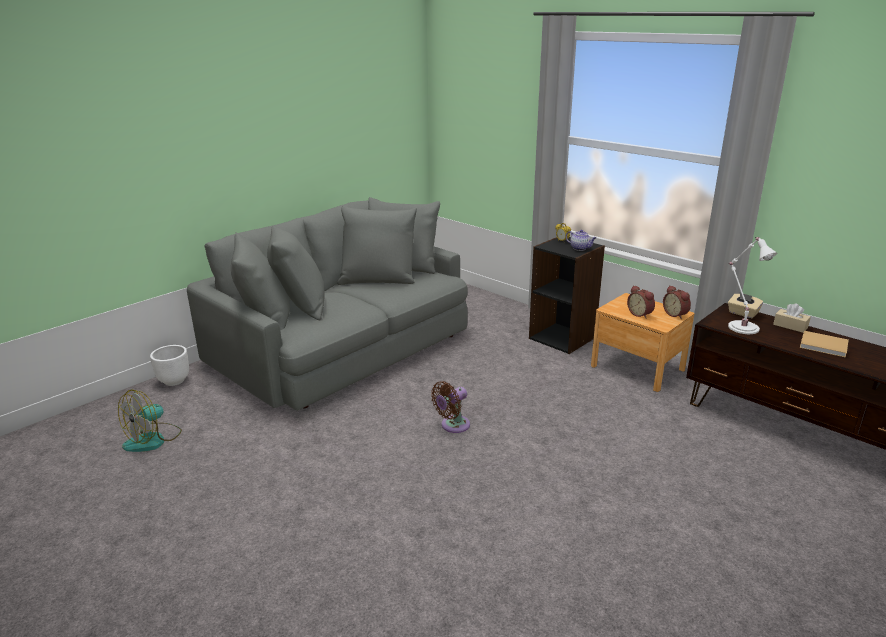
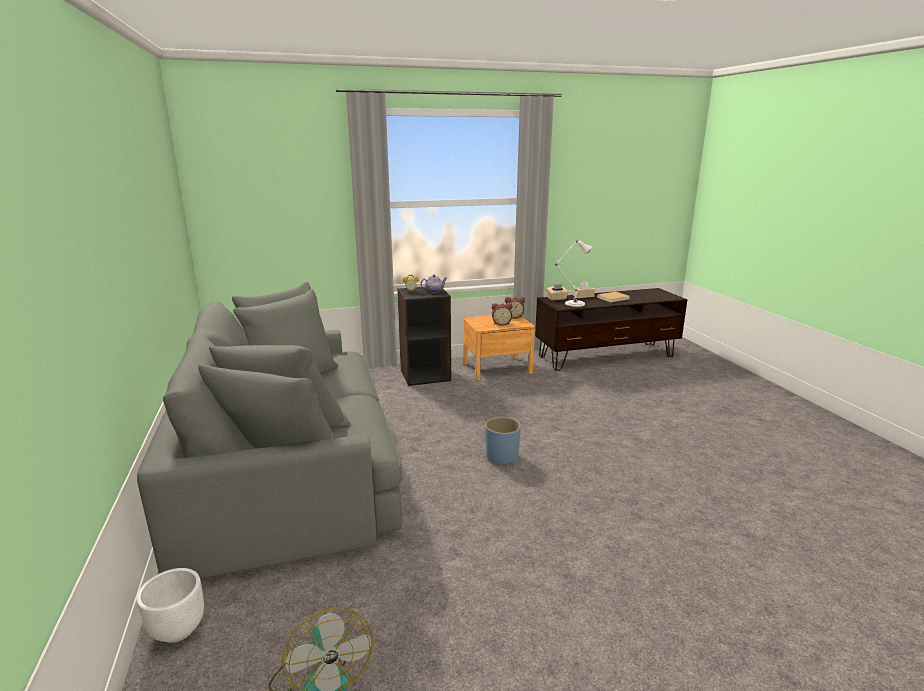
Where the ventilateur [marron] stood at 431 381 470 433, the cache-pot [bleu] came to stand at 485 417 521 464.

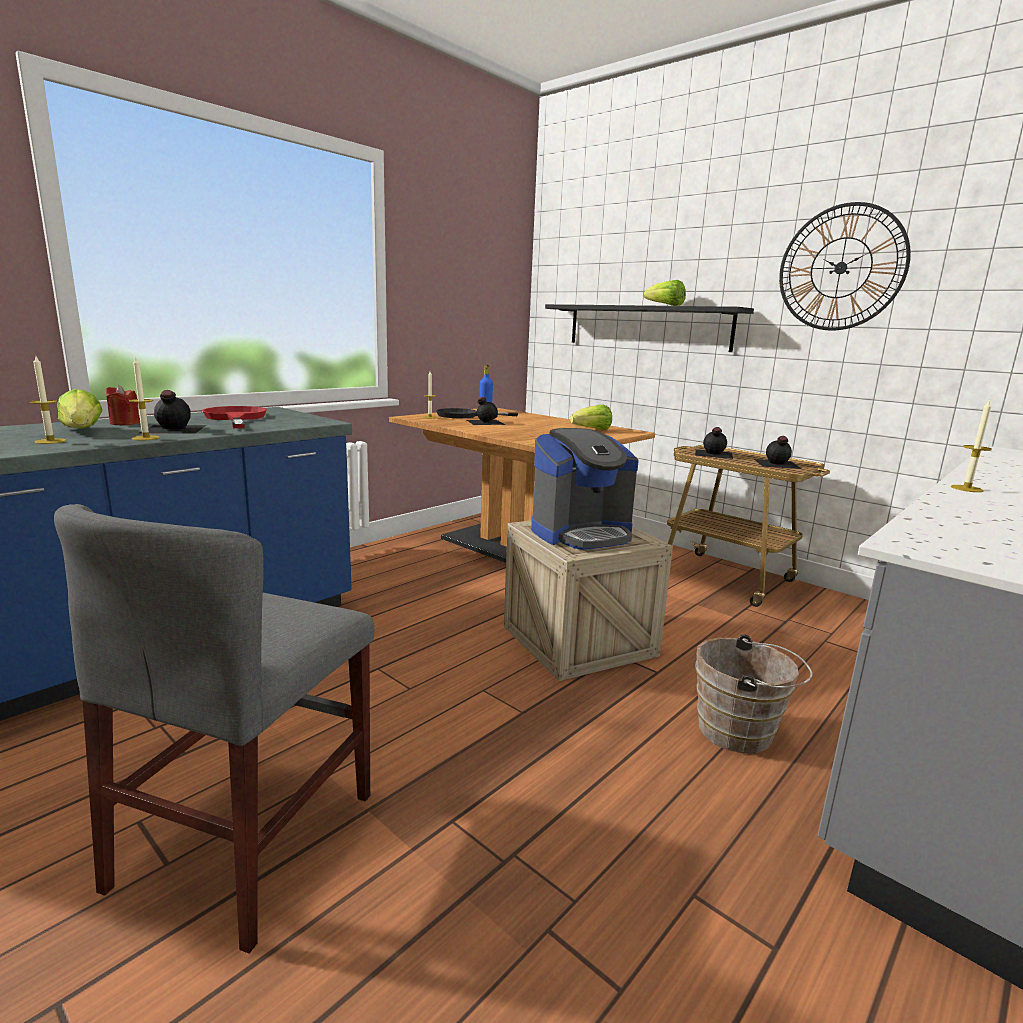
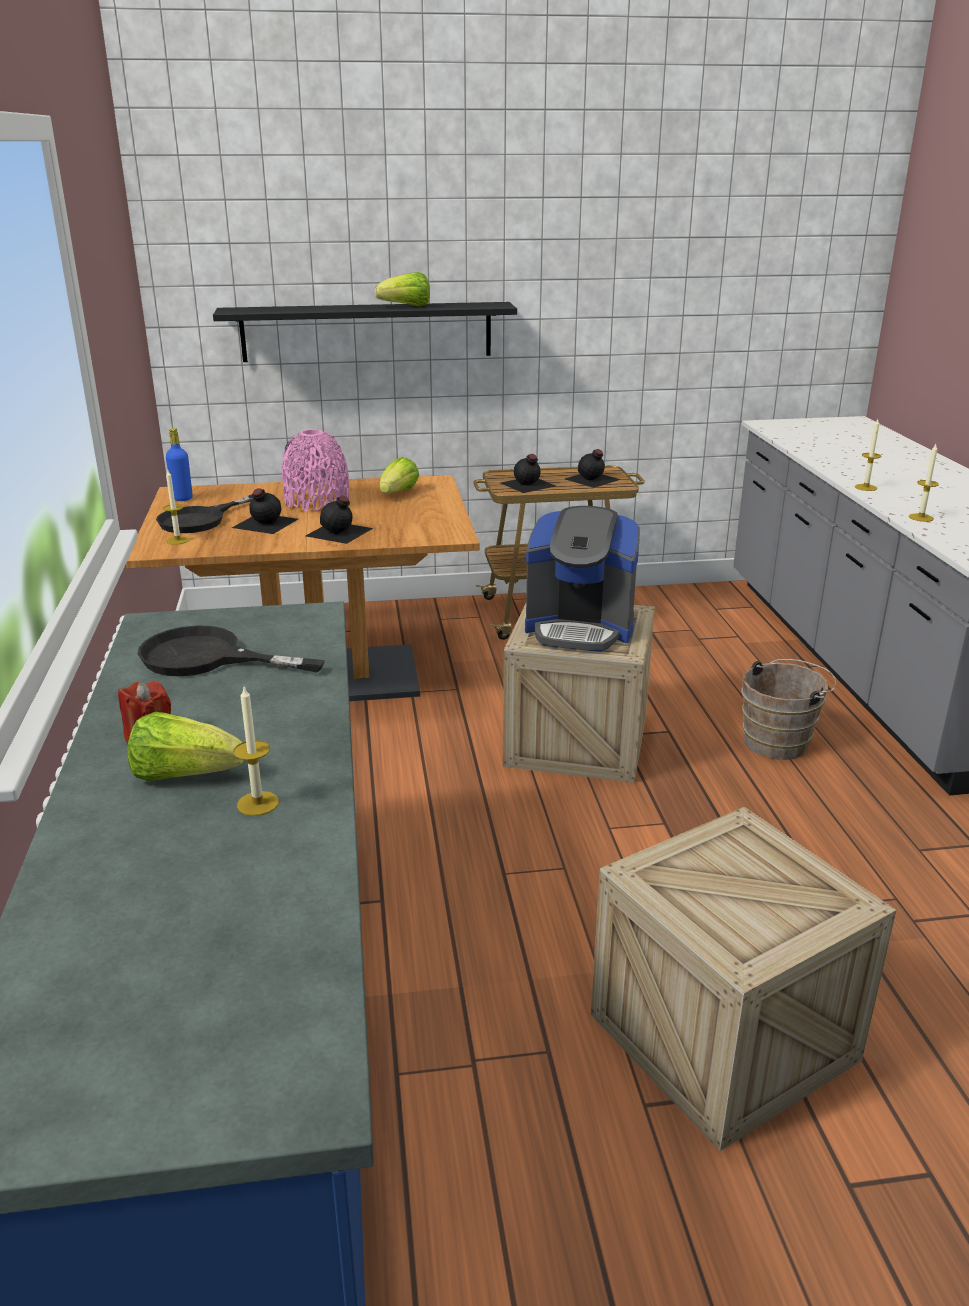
The second view lost the horloge murale at 779 202 911 331. The second view gained the vase [rose] at 282 429 349 511. The bougie ended up elsewhere, having gone from 129 356 160 441 to 909 444 939 522. The bouteille [noir] ended up elsewhere, having gone from 138 390 206 434 to 306 496 373 544. Where the chaise [gris] stood at 54 504 374 954, the caisse came to stand at 591 807 897 1151. What was the poêle [rouge] at 202 406 267 428 turned into the poêle [noir] at 138 625 325 676. The machine à café at 531 428 639 550 ended up facing another way, 90 degrees clockwise from before.

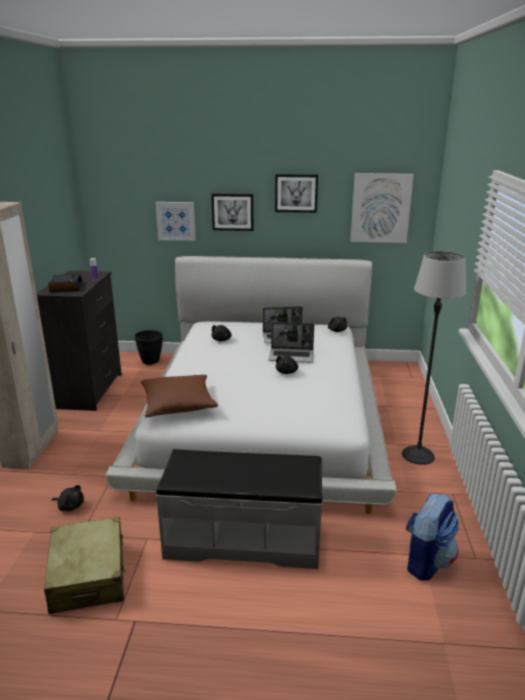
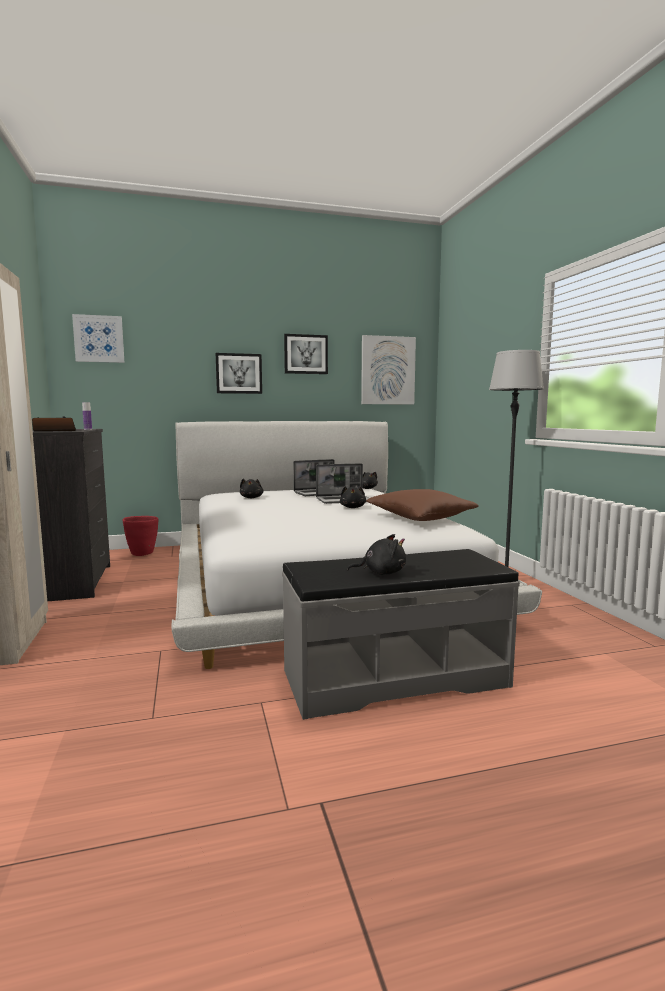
The second view lost the valise [beige] at 44 517 126 614. The second view lost the sac à dos at 406 494 459 581. The peluche [noir] ended up elsewhere, having gone from 52 485 84 511 to 347 534 406 575. The coussin [marron] ended up elsewhere, having gone from 141 375 218 417 to 366 489 478 521. The tableau ended up elsewhere, having gone from 155 202 196 241 to 72 314 125 363. What was the cache-pot [noir] at 135 330 163 365 turned into the cache-pot [rouge] at 123 516 159 556.

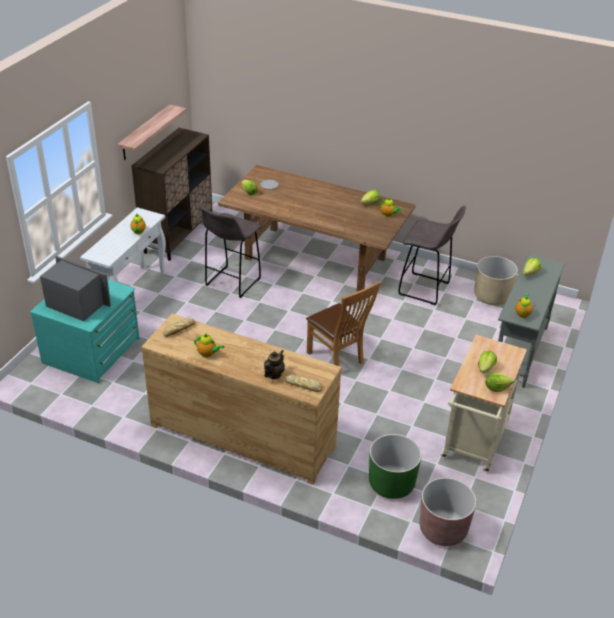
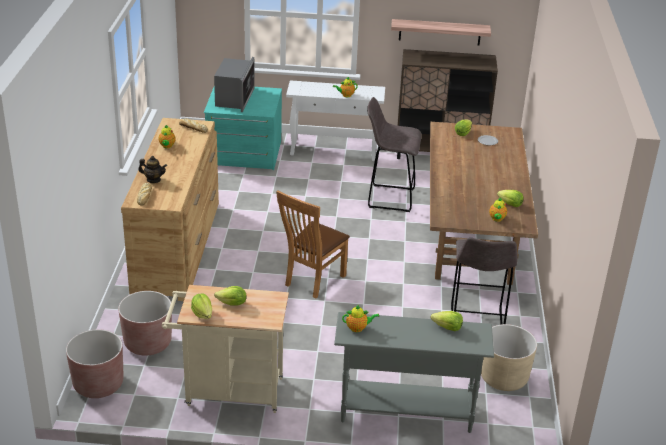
What was the cache-pot [vert] at 369 434 422 499 turned into the cache-pot [marron] at 118 291 172 356.

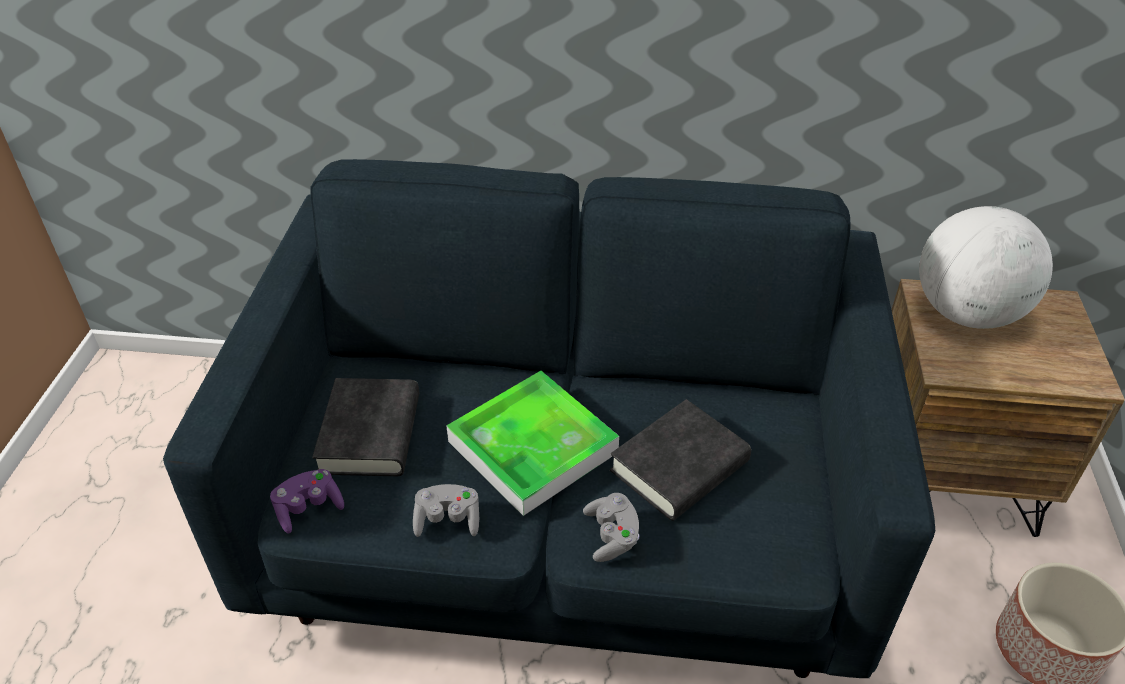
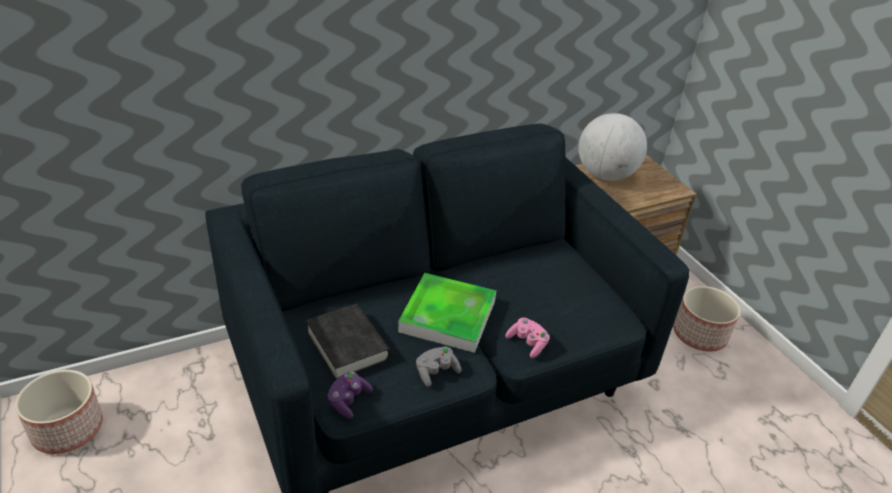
The second view lost the livre [noir] at 610 399 751 521. The second view gained the cache-pot at 15 370 103 454. What was the manette [gris] at 583 493 639 562 turned into the manette [rose] at 505 318 550 358.

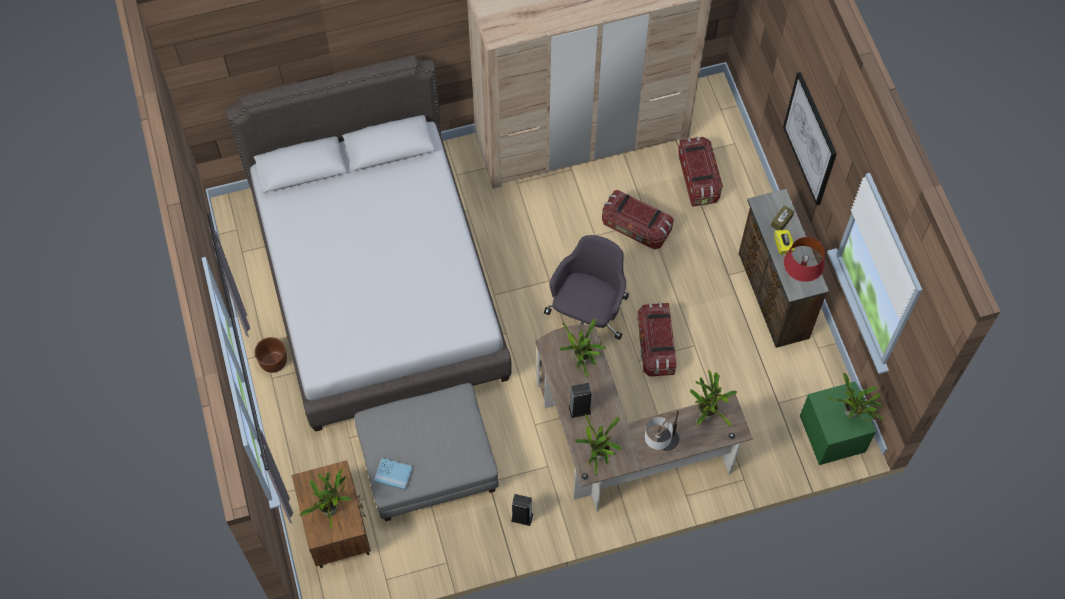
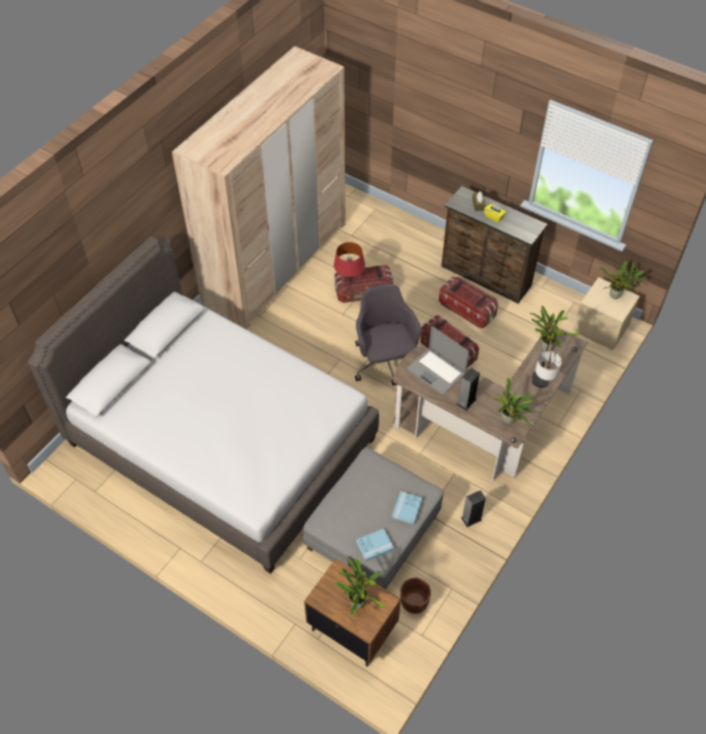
The second view lost the tableau at 783 72 837 206. The second view gained the livre [bleu] at 392 491 422 525. The cache-pot [marron] ended up elsewhere, having gone from 255 337 287 373 to 400 578 431 614. The boîte de rangement ended up elsewhere, having gone from 678 137 723 207 to 439 277 498 329. The lampe de table [rouge] ended up elsewhere, having gone from 784 237 825 282 to 334 242 365 279. Where the plante en pot stood at 559 319 605 378, the ordinateur portable came to stand at 407 326 469 395. What was the table de chevet [vert] at 800 381 876 465 turned into the table de chevet [beige] at 573 277 640 351.

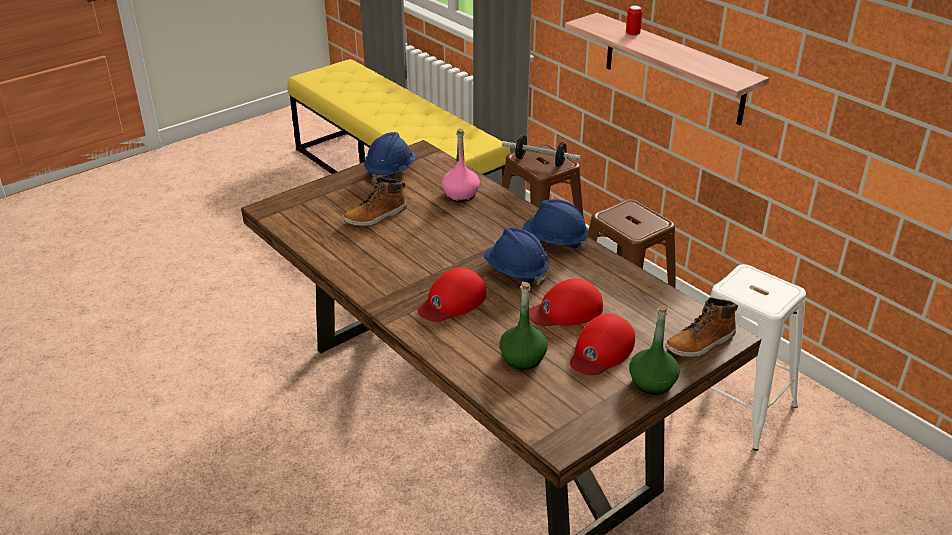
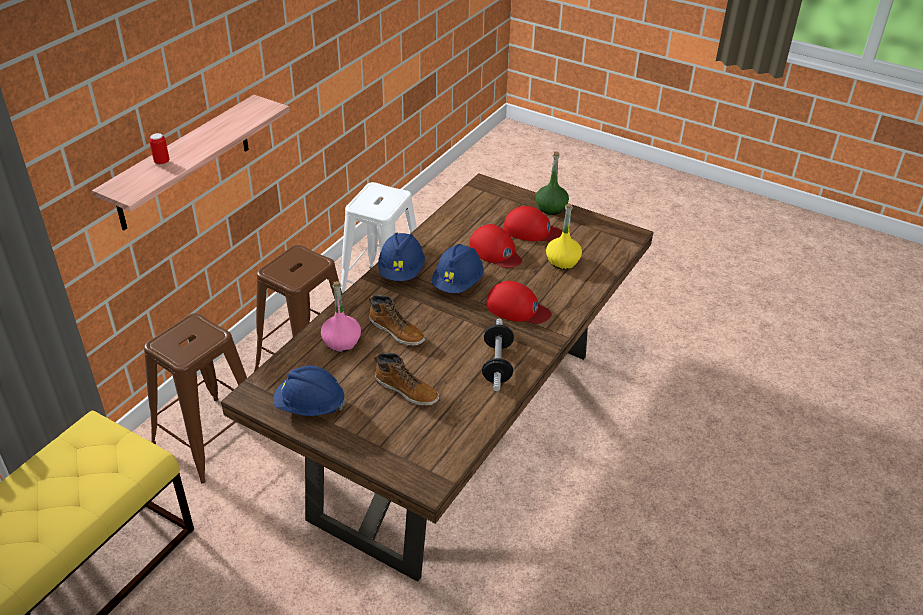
The haltère ended up elsewhere, having gone from 502 135 581 167 to 482 319 514 391. The botte ended up elsewhere, having gone from 665 297 738 357 to 369 295 425 346. What was the bouteille [vert] at 499 282 548 370 turned into the bouteille [jaune] at 546 204 582 270.

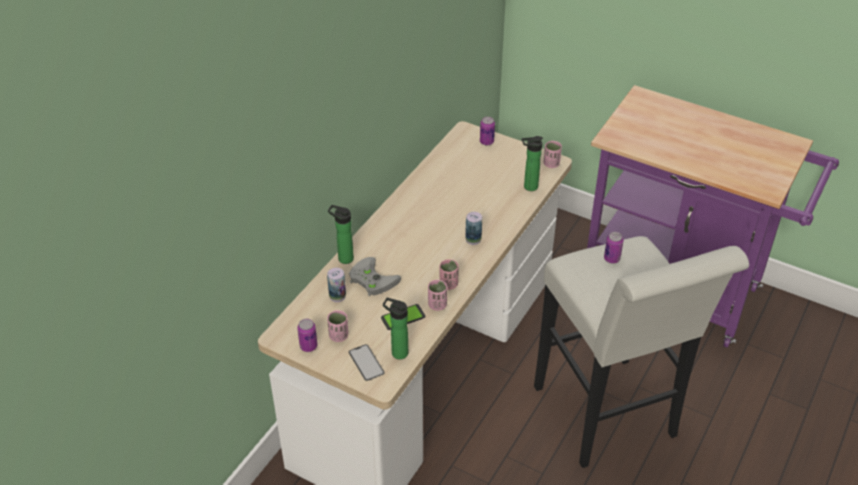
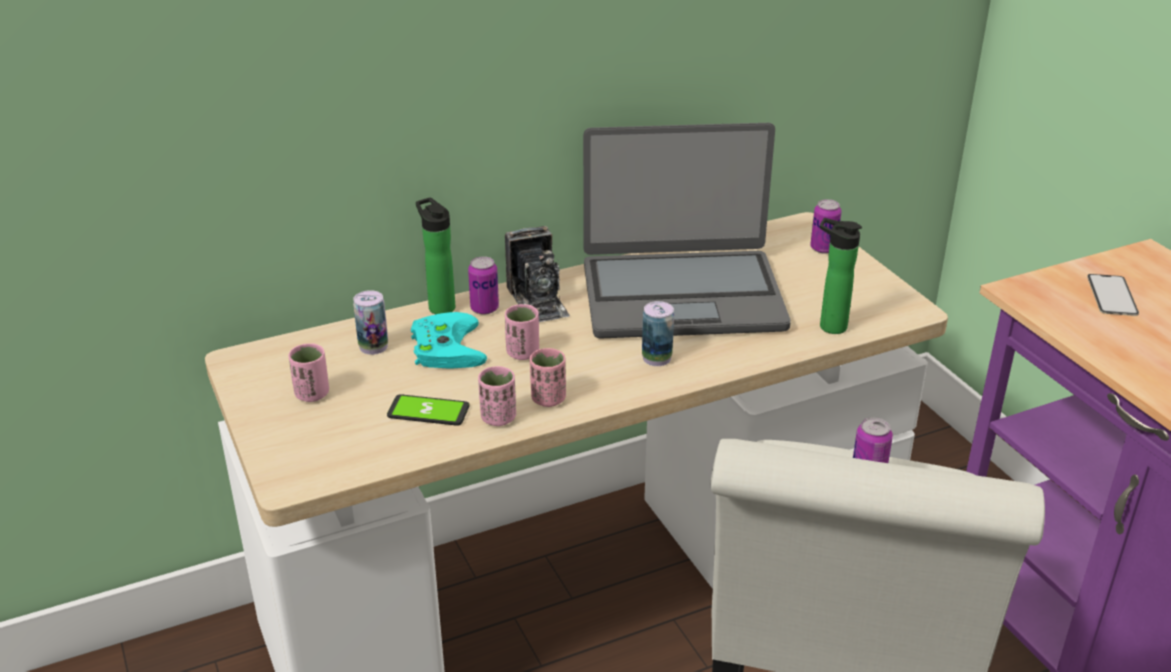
The second view lost the bouteille at 383 298 408 360. The second view gained the appareil photo at 505 226 570 322. The second view gained the ordinateur portable at 583 123 791 339. The boîte métallique ended up elsewhere, having gone from 297 319 317 352 to 468 256 499 315. The téléphone ended up elsewhere, having gone from 349 344 385 381 to 1087 274 1139 316. The tasse [rose] ended up elsewhere, having gone from 543 141 562 168 to 505 304 539 360. What was the manette [gris] at 349 257 401 296 turned into the manette [turquoise] at 411 312 487 369.

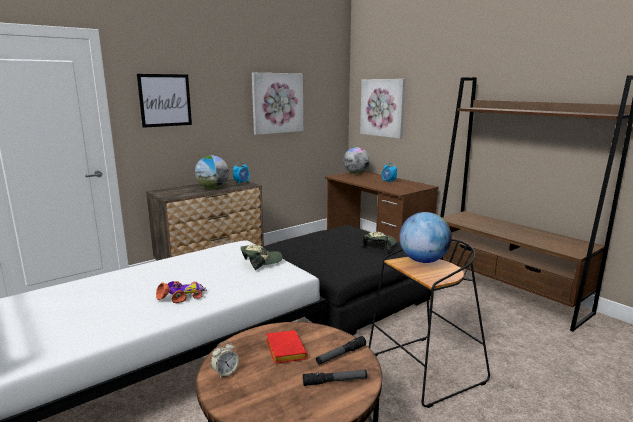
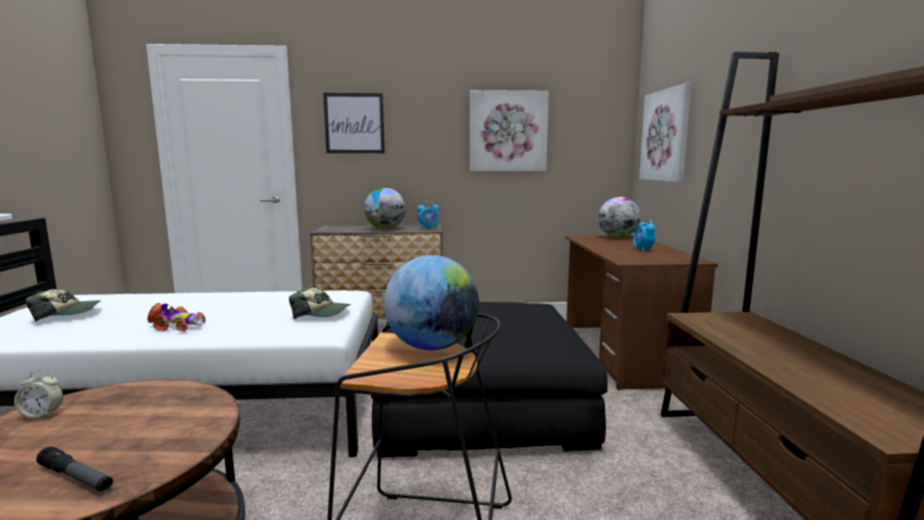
The second view lost the livre [rouge] at 266 330 308 364. The second view lost the lampe de poche at 316 336 366 365. The casquette ended up elsewhere, having gone from 362 232 396 252 to 25 289 100 322.

